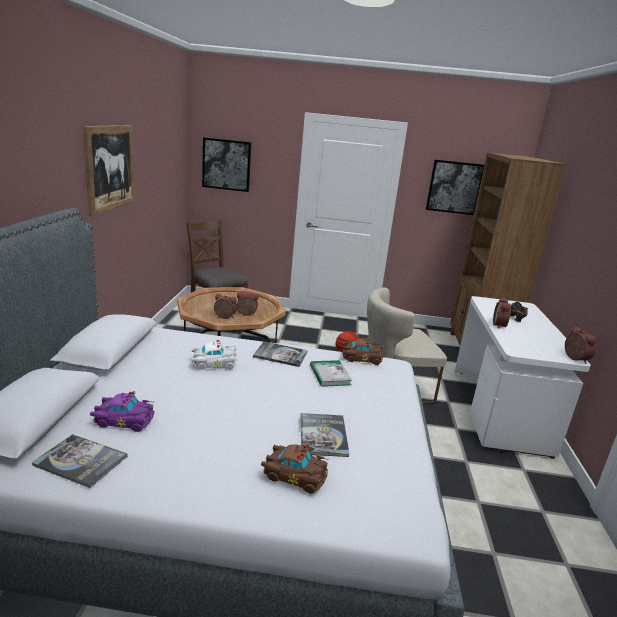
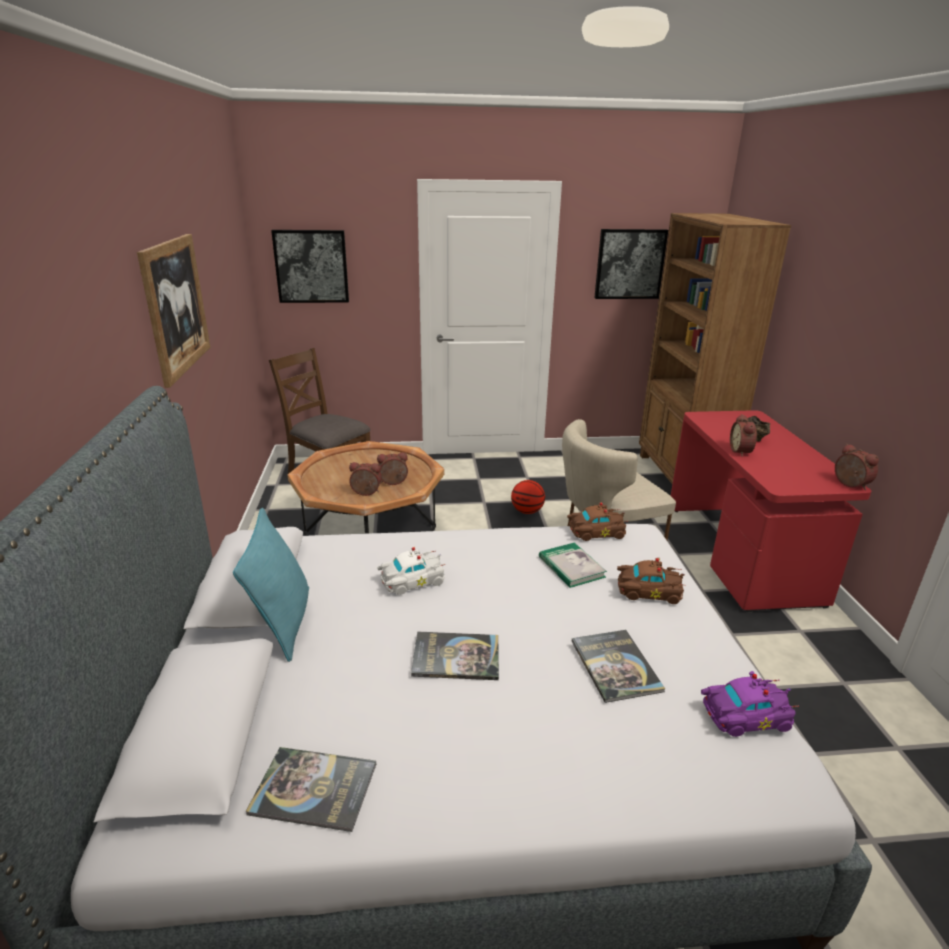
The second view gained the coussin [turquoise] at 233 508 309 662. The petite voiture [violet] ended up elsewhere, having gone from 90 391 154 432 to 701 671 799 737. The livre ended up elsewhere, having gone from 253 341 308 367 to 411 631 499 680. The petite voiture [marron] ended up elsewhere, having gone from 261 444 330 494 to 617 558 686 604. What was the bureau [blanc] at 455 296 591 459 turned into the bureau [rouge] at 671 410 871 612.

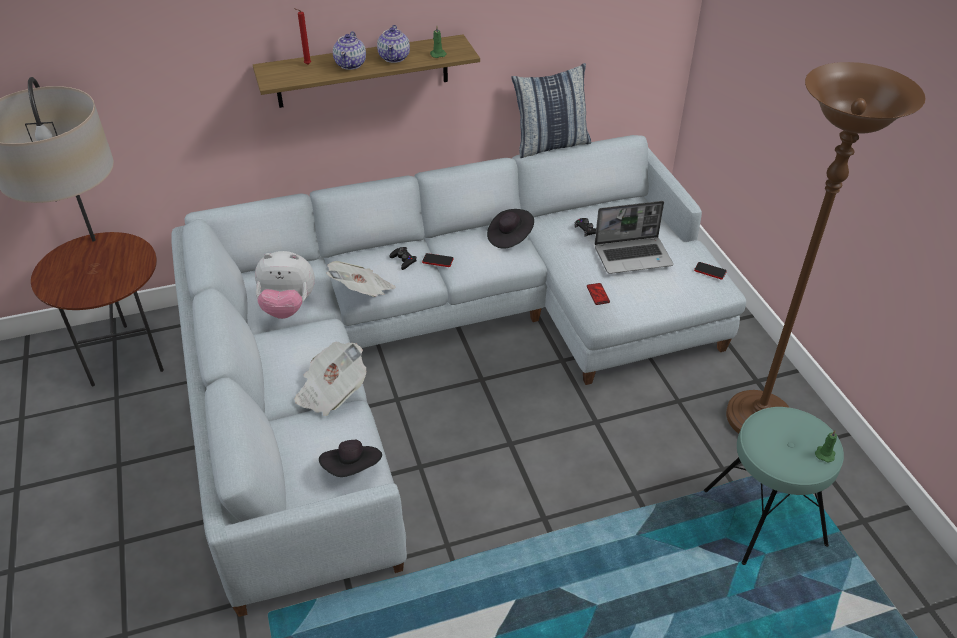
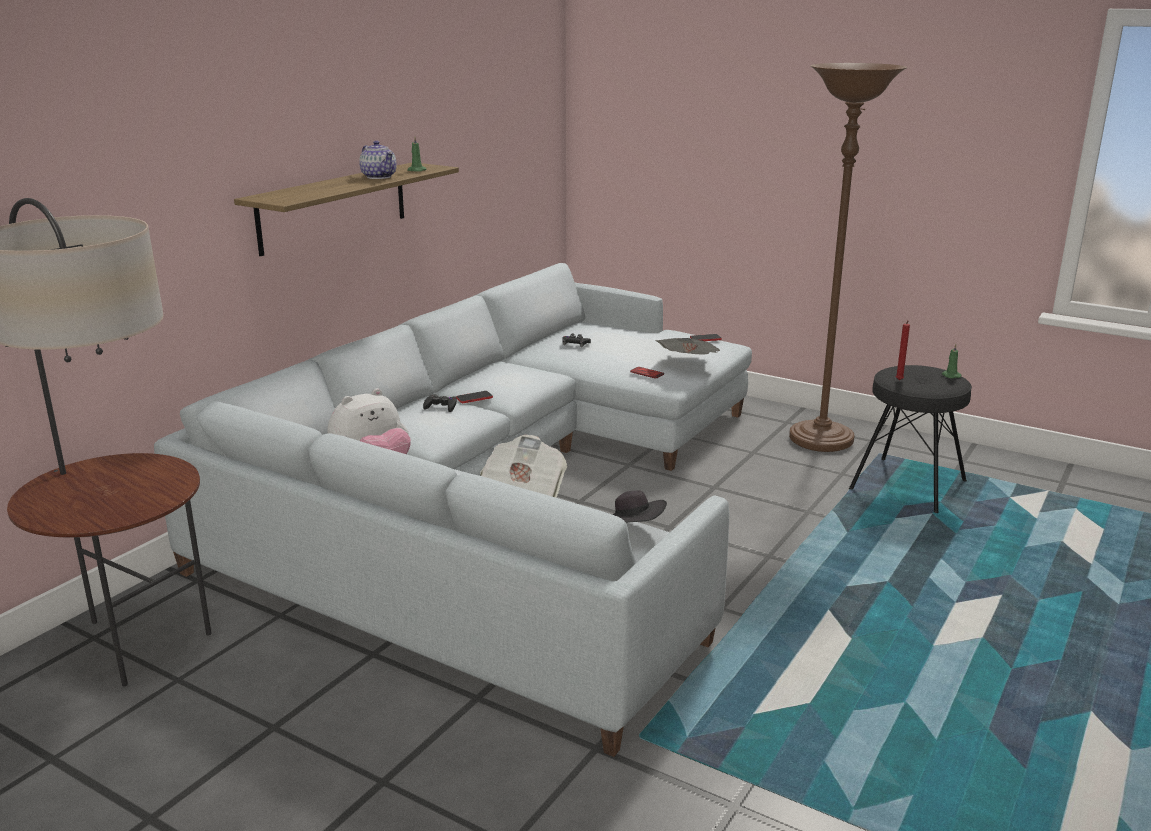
The second view lost the théière at 333 31 366 70. The second view lost the chapeau [noir] at 487 209 534 249. The second view lost the coussin at 511 63 591 158. The second view lost the ordinateur portable at 594 201 673 274. The bougie [rouge] ended up elsewhere, having gone from 294 8 311 65 to 896 320 910 380. The journal ended up elsewhere, having gone from 326 261 396 297 to 655 338 720 355. What was the tabouret [turquoise] at 703 407 844 565 turned into the tabouret [noir] at 849 365 972 513.

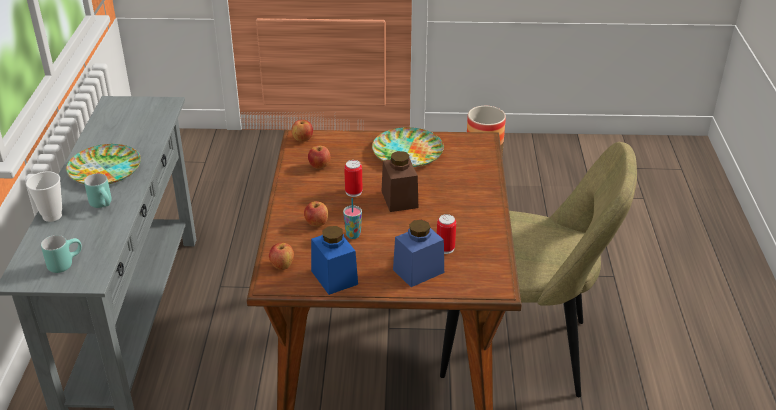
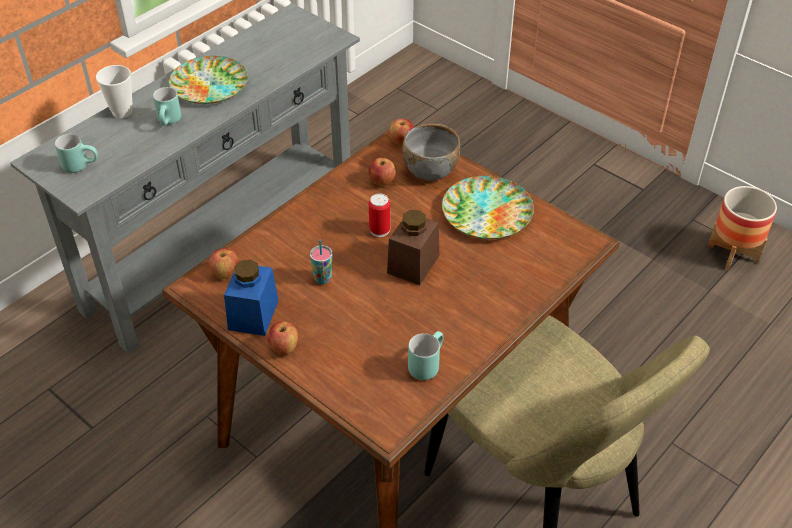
The second view lost the bocal [bleu] at 393 220 444 287. The second view lost the boîte métallique at 437 214 456 254. The second view gained the bol [gris] at 402 123 460 181. The second view gained the mug [turquoise] at 408 331 444 380. The pomme ended up elsewhere, having gone from 304 201 328 227 to 267 321 298 355.

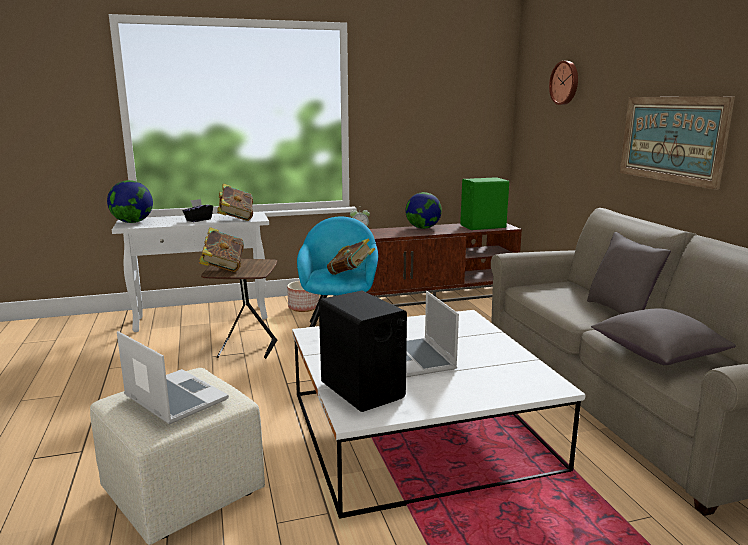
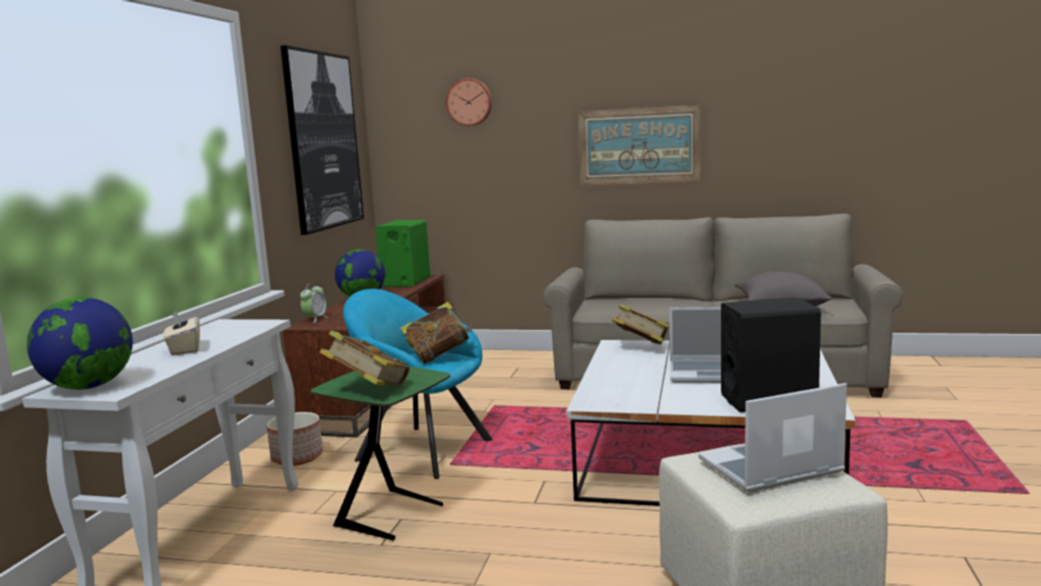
The second view lost the coussin [gris] at 587 232 671 314. The second view gained the tableau at 280 45 364 235. The livre ended up elsewhere, having gone from 217 183 253 221 to 612 304 670 345. What was the boîte à mouchoirs [noir] at 182 199 213 222 turned into the boîte à mouchoirs [beige] at 163 310 200 355. What was the table d'appoint [marron] at 201 259 277 359 turned into the table d'appoint [vert] at 311 366 450 540.

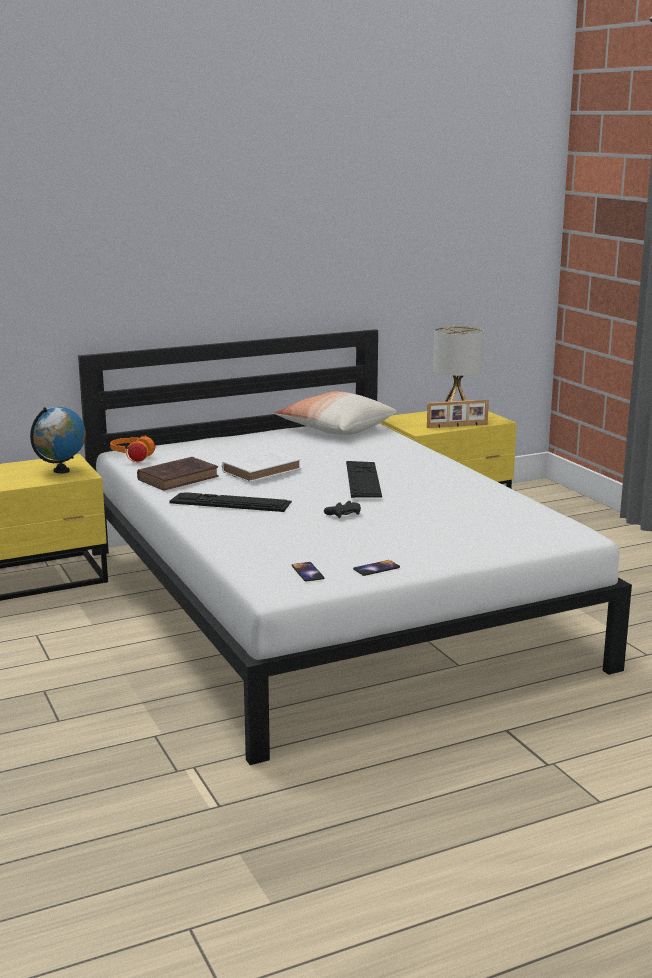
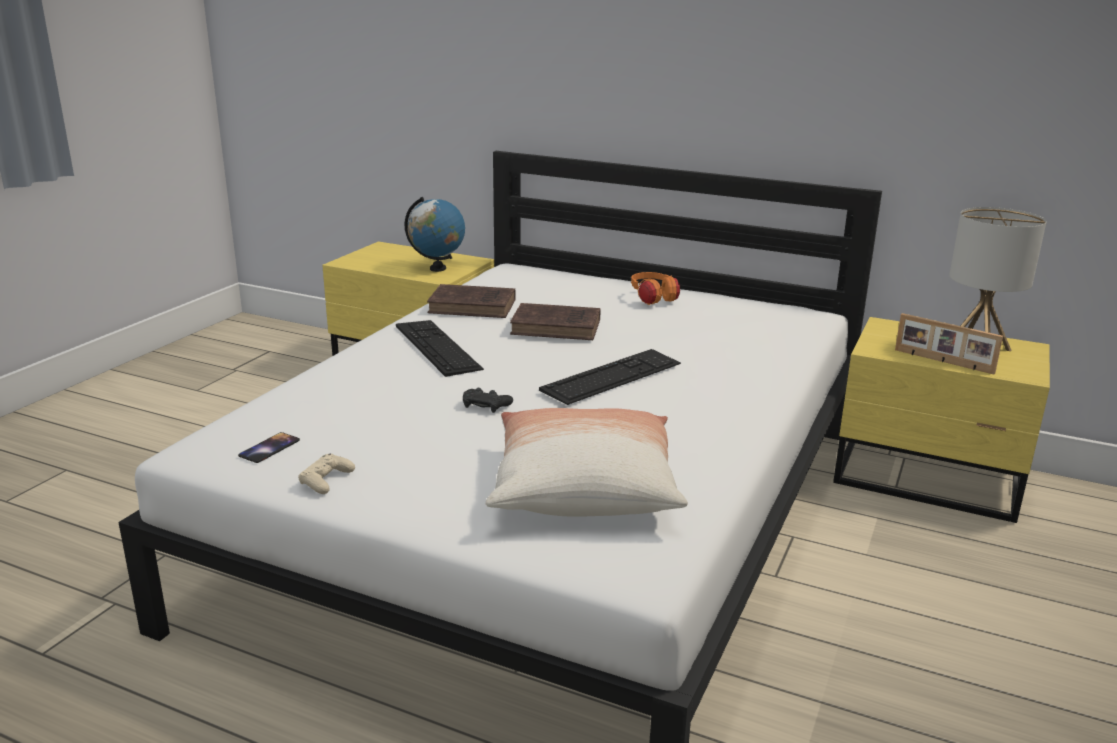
The casque audio [orange] ended up elsewhere, having gone from 110 436 156 462 to 631 272 680 305. The coussin ended up elsewhere, having gone from 274 391 397 435 to 485 408 688 517. Where the téléphone stood at 353 560 400 576, the manette [beige] came to stand at 298 454 355 494. What was the livre [blanc] at 222 450 301 482 turned into the livre [marron] at 510 303 601 340.

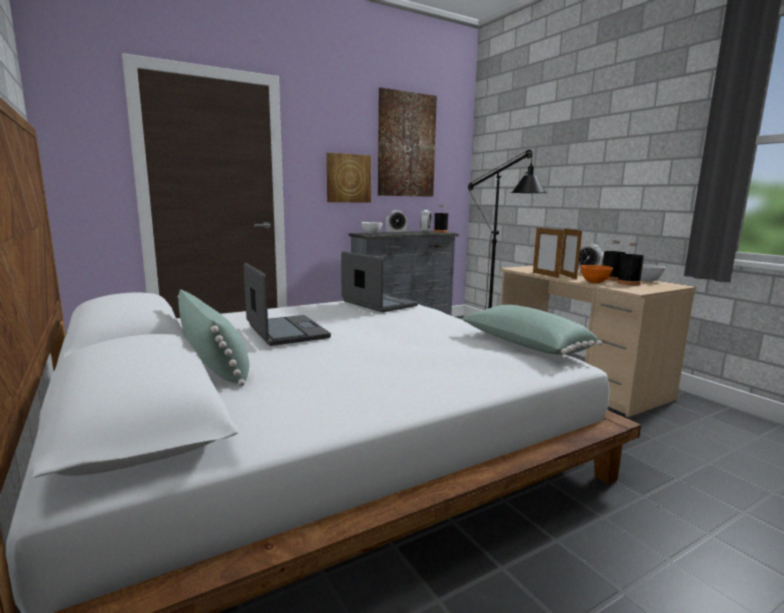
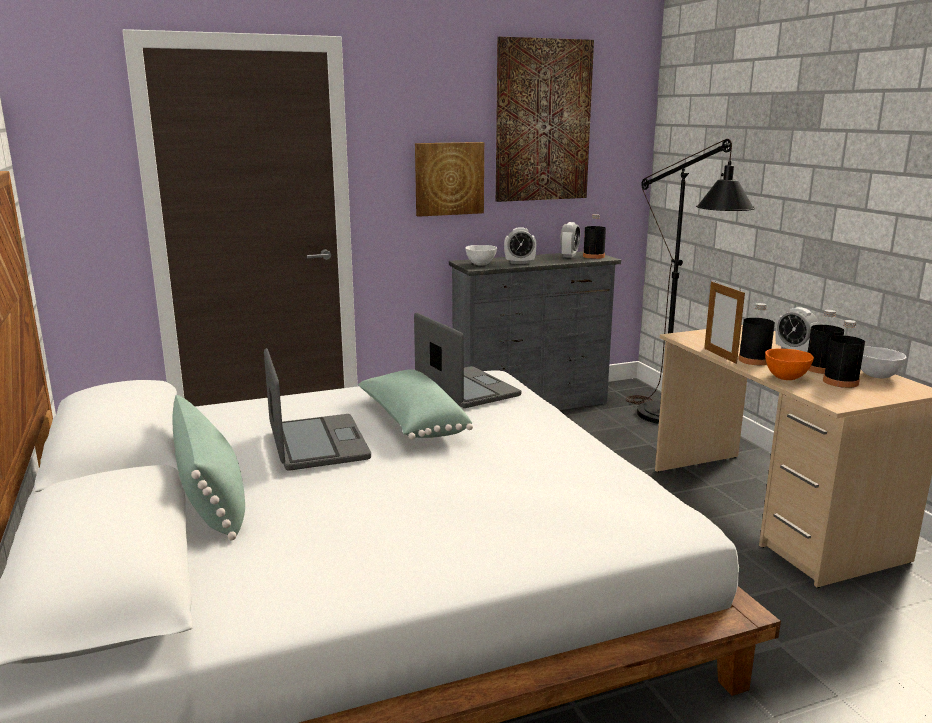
The coussin [vert] ended up elsewhere, having gone from 462 305 602 355 to 358 370 473 440. Where the cadre photo stood at 560 228 582 280, the bouteille [noir] came to stand at 738 303 775 365.

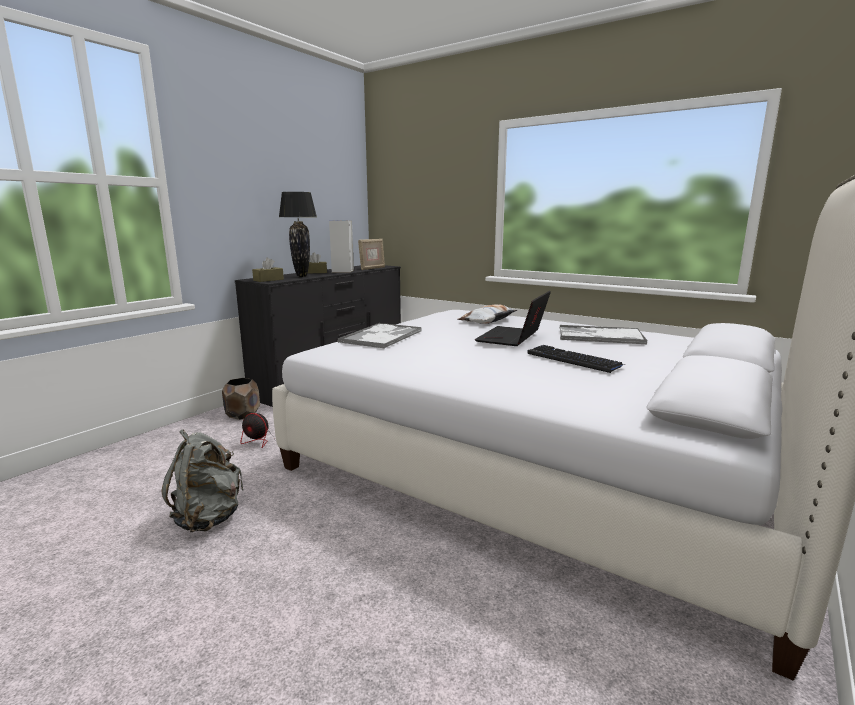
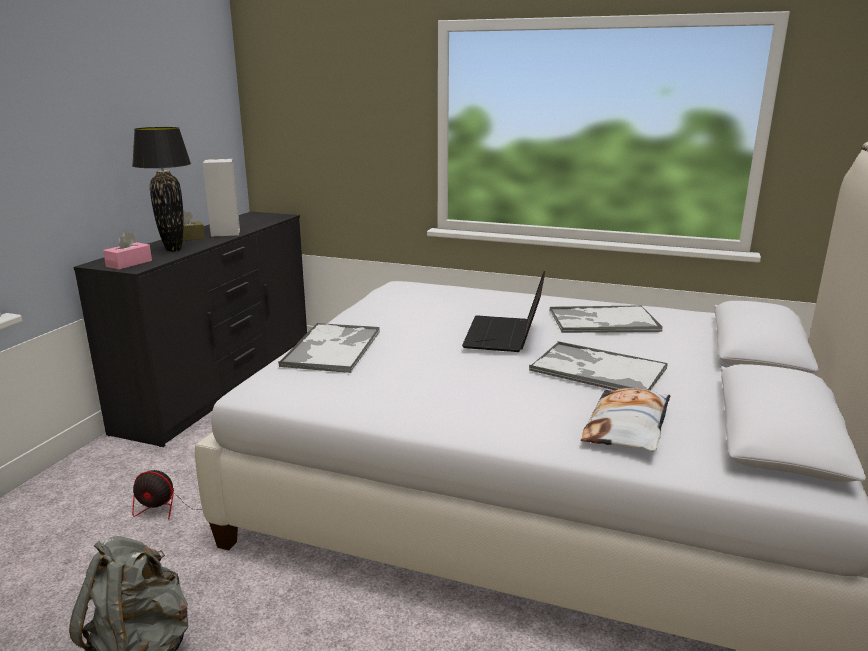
The second view lost the cache-pot [marron] at 222 378 260 420. The second view lost the cadre photo at 358 239 385 270. The coussin ended up elsewhere, having gone from 457 304 517 324 to 581 388 670 452. Where the clavier stood at 527 345 624 373, the plateau came to stand at 529 341 668 390. What was the boîte à mouchoirs [marron] at 252 258 284 282 turned into the boîte à mouchoirs [rose] at 103 231 152 270.

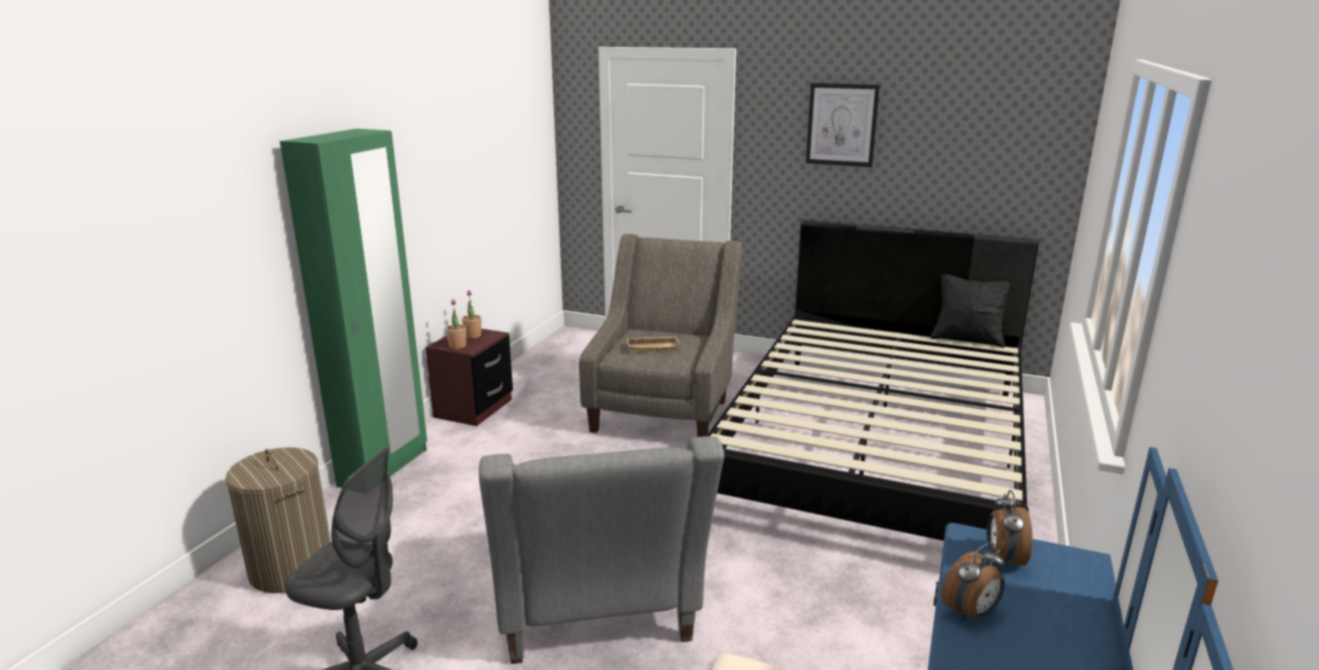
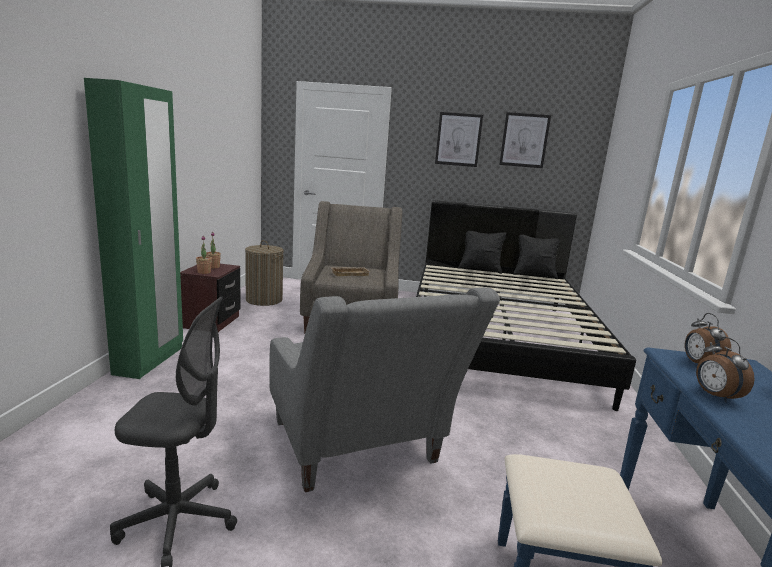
The second view gained the coussin [noir] at 459 231 506 274. The second view gained the tableau at 499 112 551 168. The panier à linge ended up elsewhere, having gone from 225 447 331 593 to 245 240 284 306. The réveil at 941 542 1005 621 ended up facing another way, 120 degrees clockwise from before.

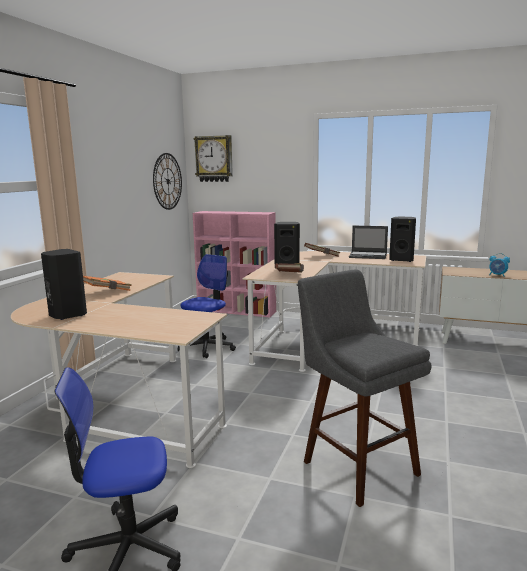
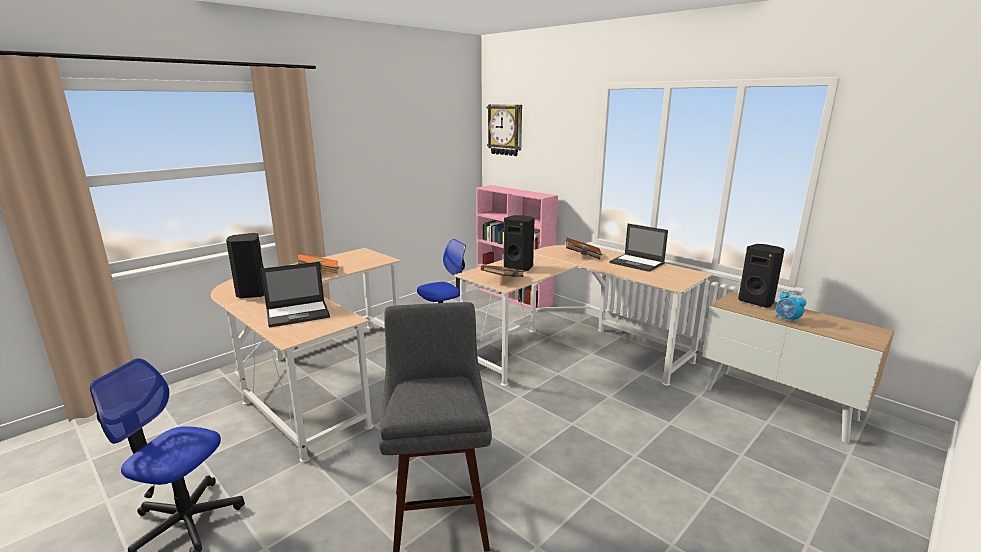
The second view lost the horloge murale at 153 153 182 210. The second view gained the ordinateur portable at 260 262 330 328. The enceinte [noir] ended up elsewhere, having gone from 389 217 416 262 to 738 244 785 308.

